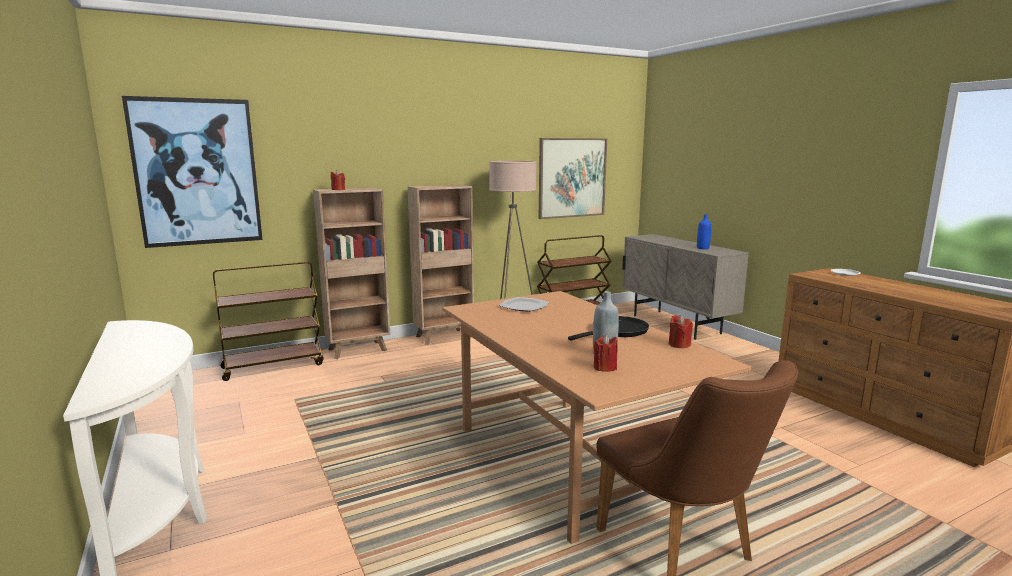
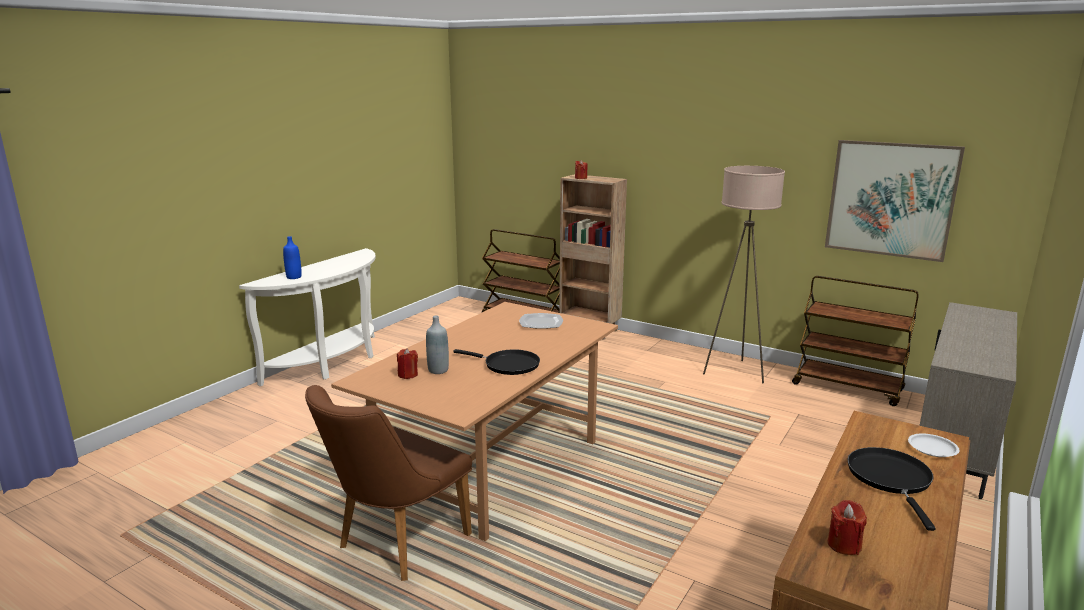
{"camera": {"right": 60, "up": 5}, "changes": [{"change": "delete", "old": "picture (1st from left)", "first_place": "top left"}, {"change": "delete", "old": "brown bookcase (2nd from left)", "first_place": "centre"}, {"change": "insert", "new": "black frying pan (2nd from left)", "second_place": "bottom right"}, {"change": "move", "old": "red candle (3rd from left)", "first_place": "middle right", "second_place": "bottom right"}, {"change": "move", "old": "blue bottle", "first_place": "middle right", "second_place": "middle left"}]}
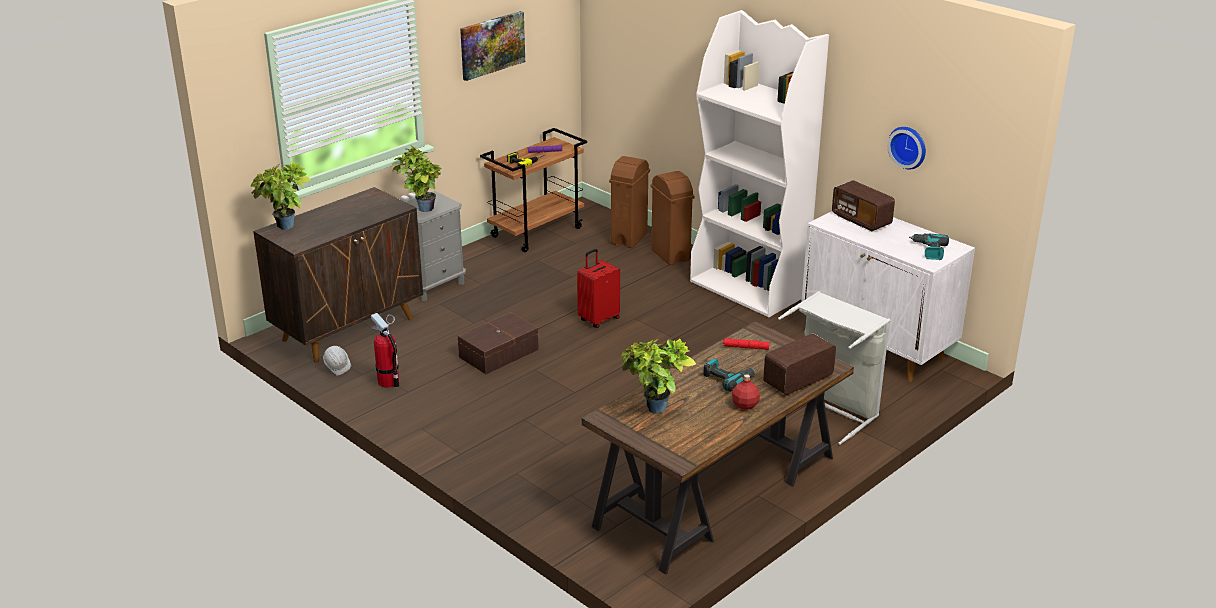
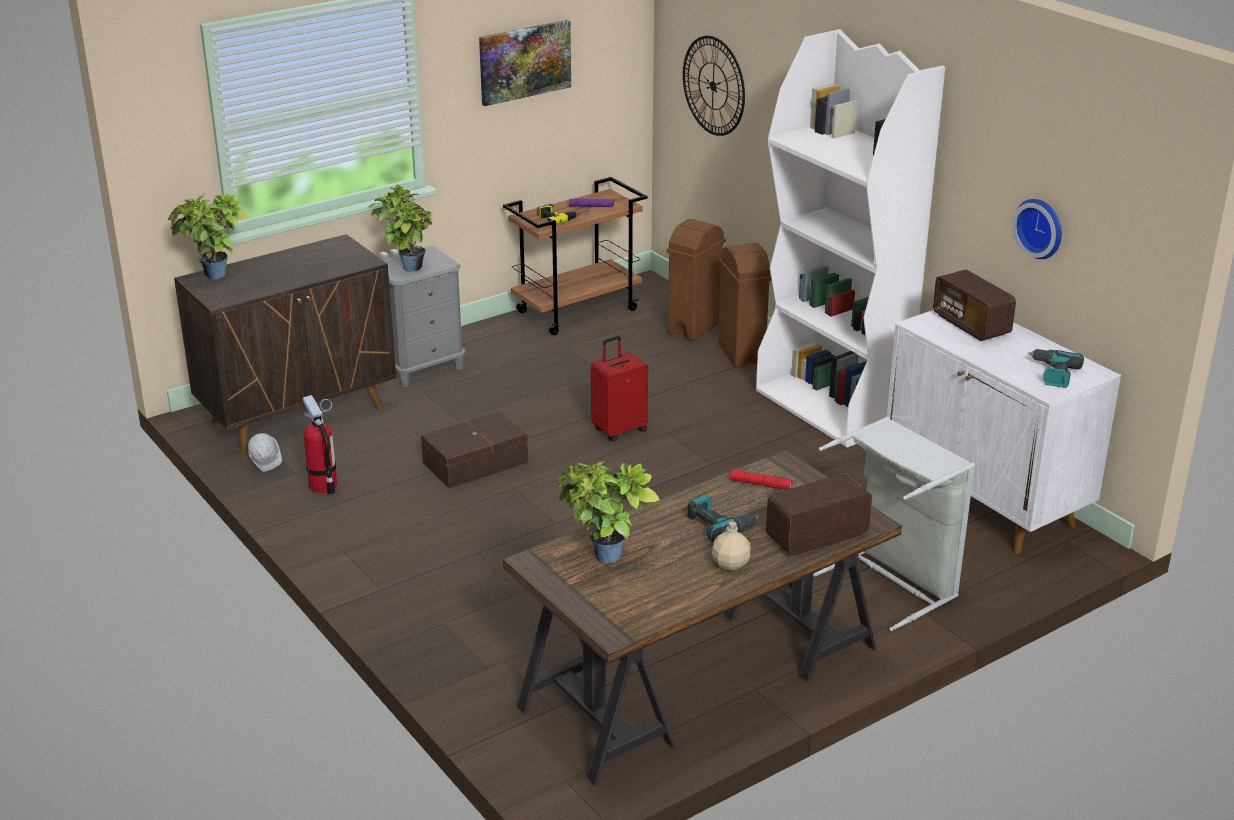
{"camera": {"right": 10, "up": 0}, "changes": [{"change": "insert", "new": "wall clock (1st from left)", "second_place": "top centre"}, {"change": "recolor", "old": "red bottle", "new": "beige bottle", "first_place": "centre", "second_place": "centre"}]}
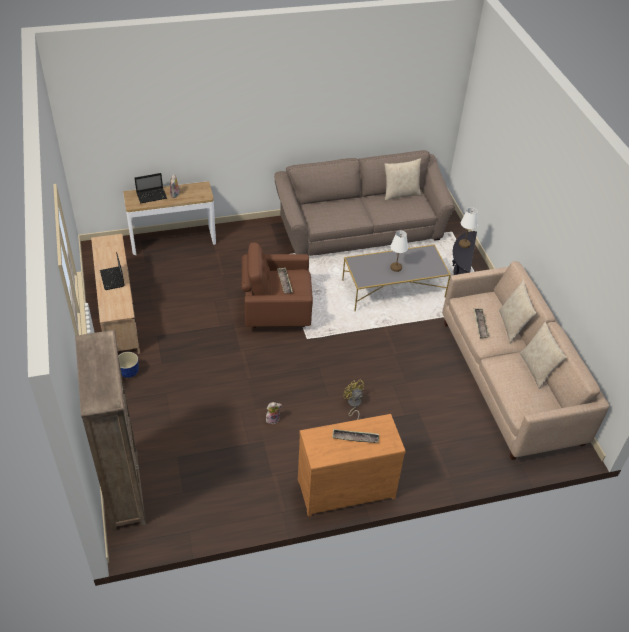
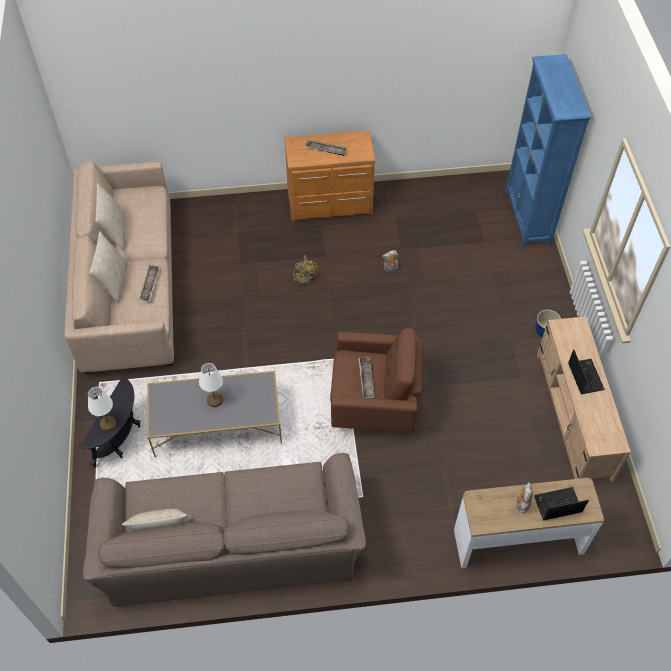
{"camera": {"right": -170, "up": 10}, "changes": [{"change": "recolor", "old": "brown bookcase", "new": "blue bookcase", "first_place": "bottom left", "second_place": "top right"}]}
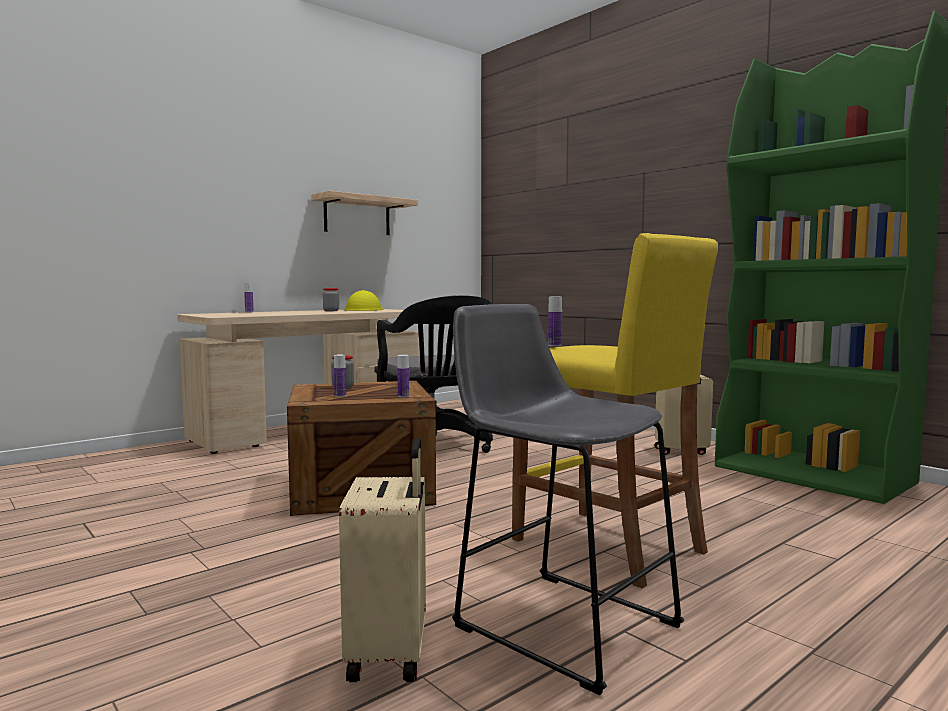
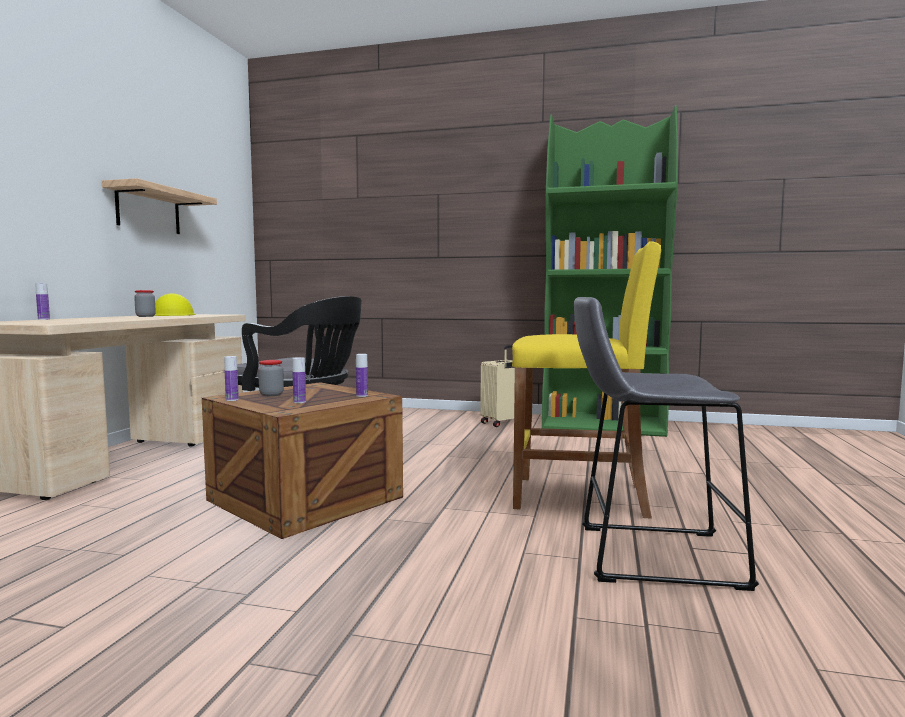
{"camera": {"right": -35, "up": 0}, "changes": [{"change": "delete", "old": "beige suitcase (1st from left)", "first_place": "bottom centre"}, {"change": "move", "old": "bottle (4th from left in the first image)", "new": "bottle (2nd from left)", "first_place": "centre", "second_place": "middle left"}]}
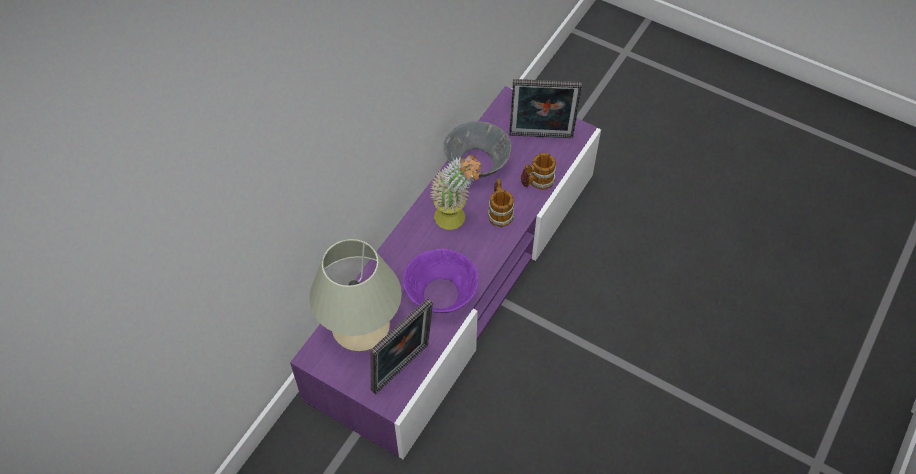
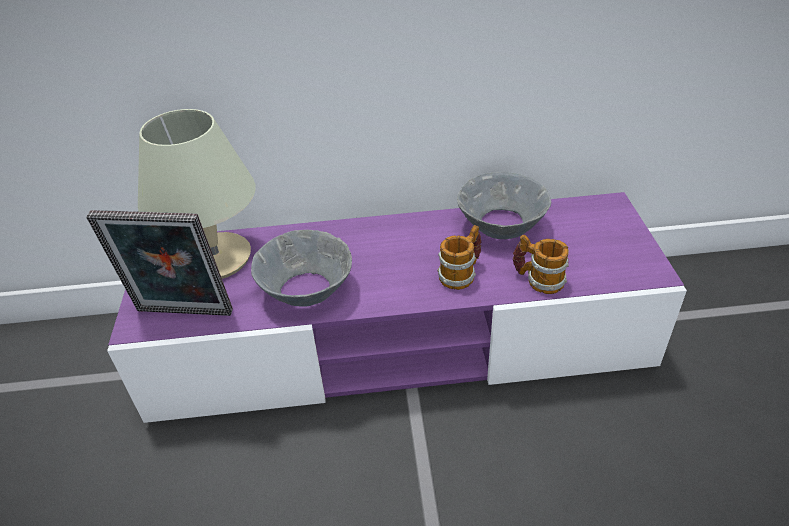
{"camera": {"right": 55, "up": -15}, "changes": [{"change": "delete", "old": "potted plant", "first_place": "centre"}, {"change": "delete", "old": "picture frame (2nd from left)", "first_place": "top centre"}, {"change": "recolor", "old": "purple bowl", "new": "grey bowl (1st from left)", "first_place": "centre", "second_place": "centre"}]}
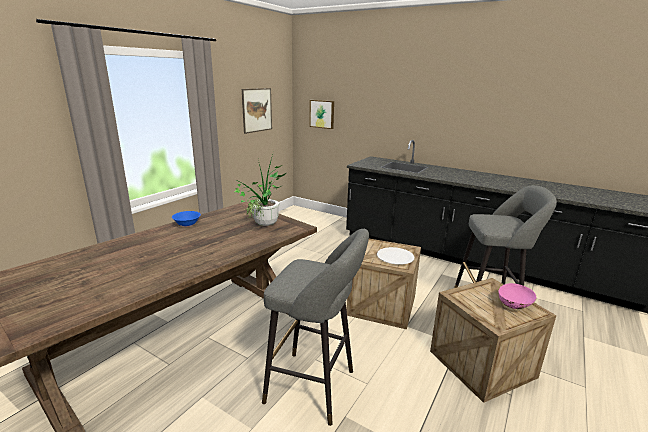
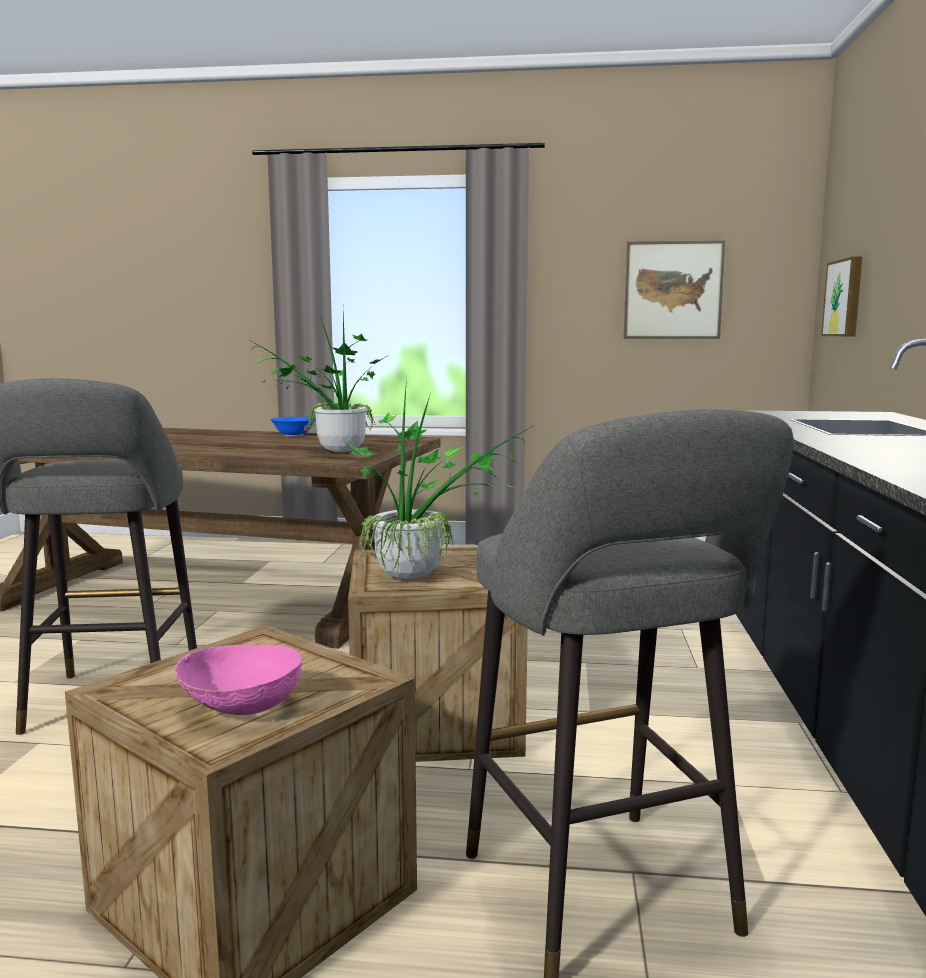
{"camera": {"right": 65, "up": -10}, "changes": [{"change": "replace", "old": "white plate", "new": "potted plant (2nd from left)", "first_place": "centre", "second_place": "centre"}]}
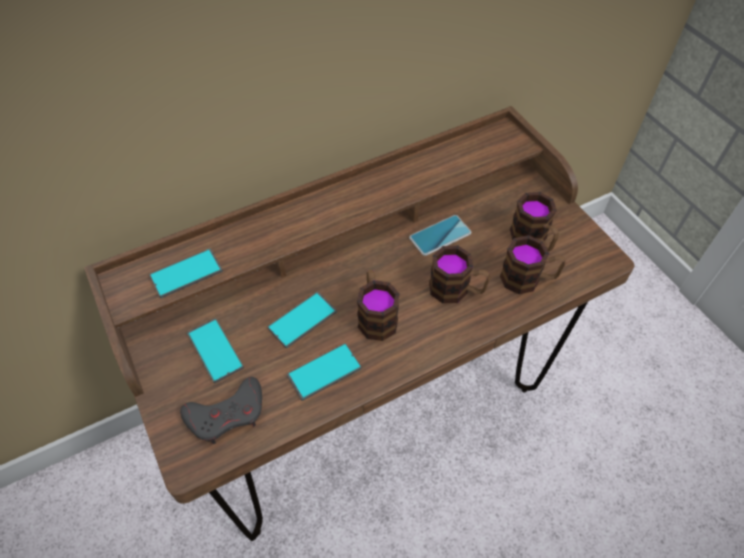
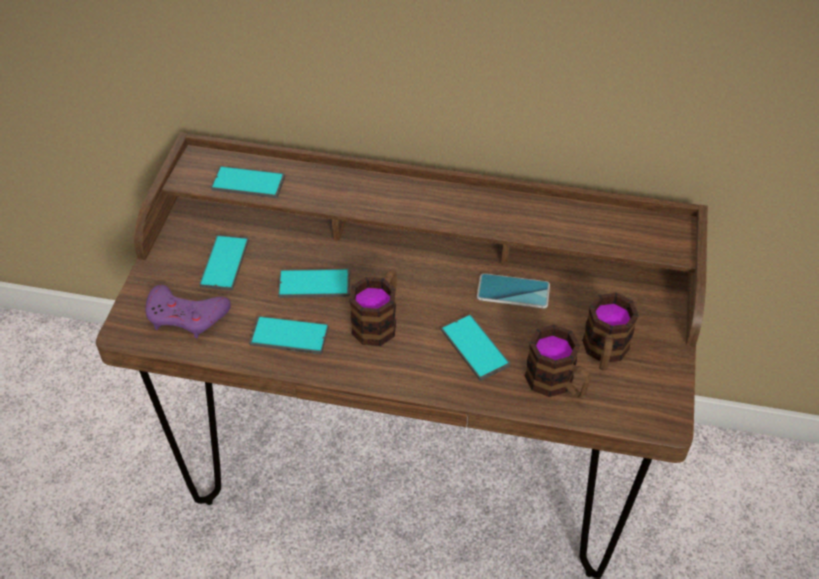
{"camera": {"right": 40, "up": -5}, "changes": [{"change": "replace", "old": "mug (2nd from left)", "new": "phone (5th from left)", "first_place": "centre", "second_place": "centre"}, {"change": "recolor", "old": "grey game controller", "new": "purple game controller", "first_place": "bottom left", "second_place": "middle left"}]}
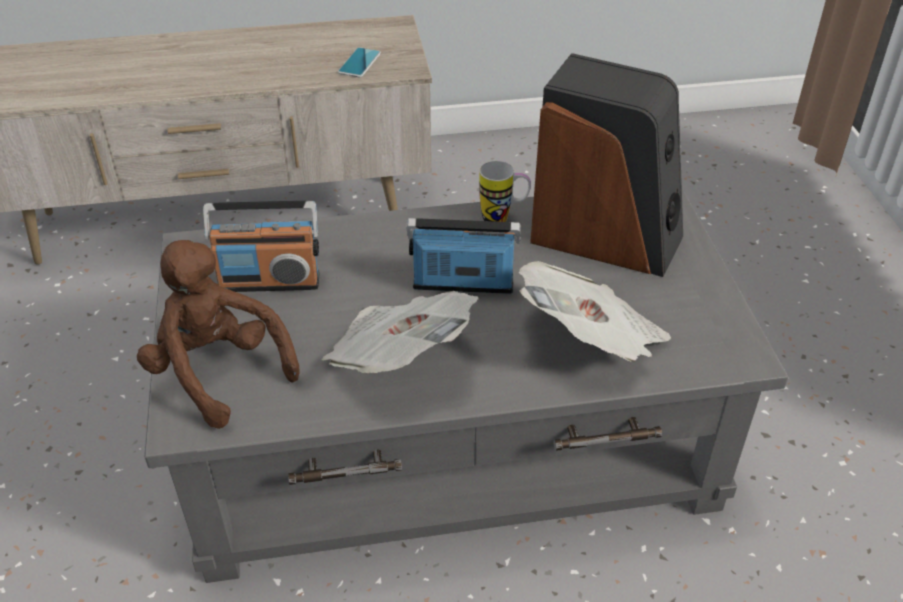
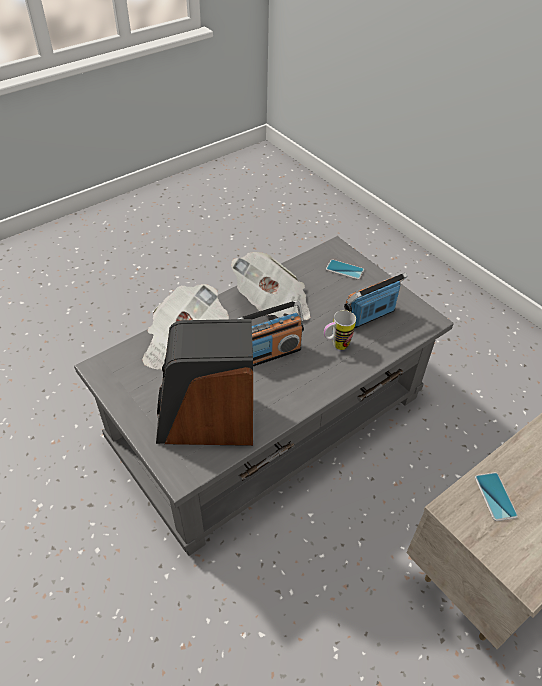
{"camera": {"right": 150, "up": 5}, "changes": [{"change": "move", "old": "mug", "first_place": "top centre", "second_place": "centre"}, {"change": "replace", "old": "brown plush toy", "new": "phone (1st from left)", "first_place": "middle left", "second_place": "centre"}]}
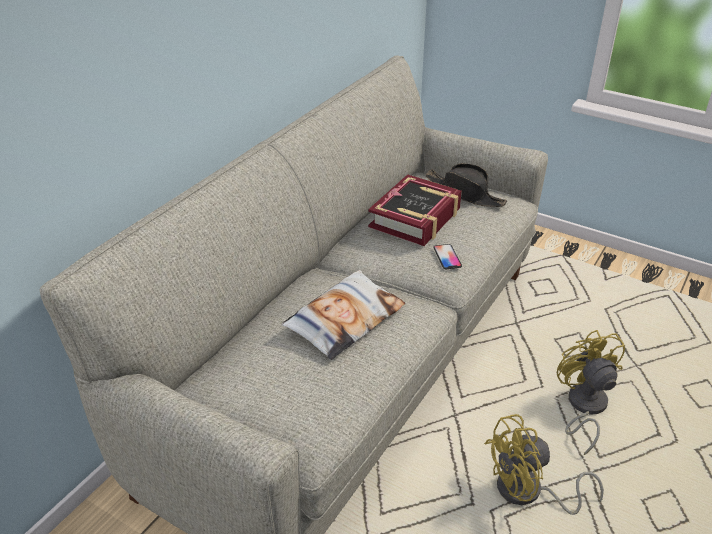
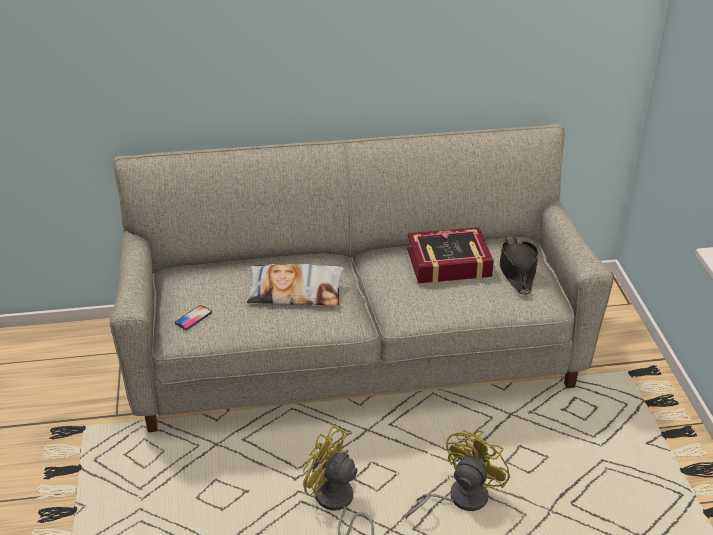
{"camera": {"right": 50, "up": 0}, "changes": [{"change": "move", "old": "phone", "first_place": "centre", "second_place": "middle left"}]}
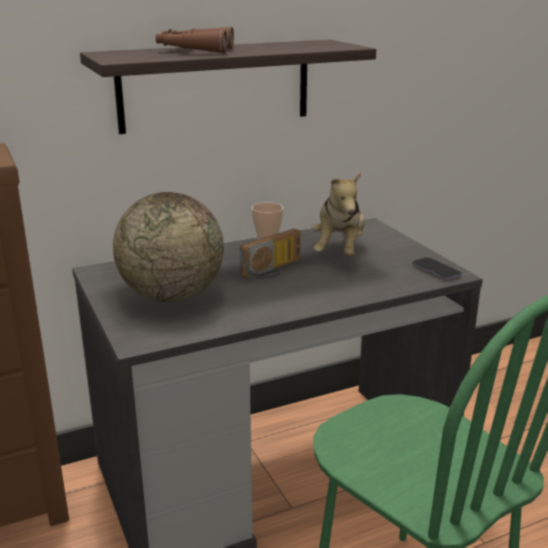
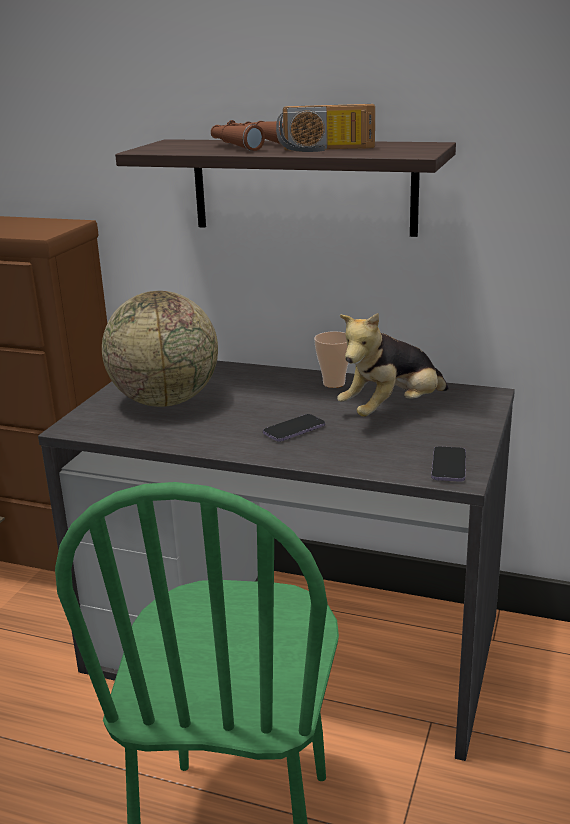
{"camera": {"right": 45, "up": 0}, "changes": [{"change": "insert", "new": "phone (1st from left)", "second_place": "centre"}, {"change": "move", "old": "radio", "first_place": "centre", "second_place": "top centre"}]}
